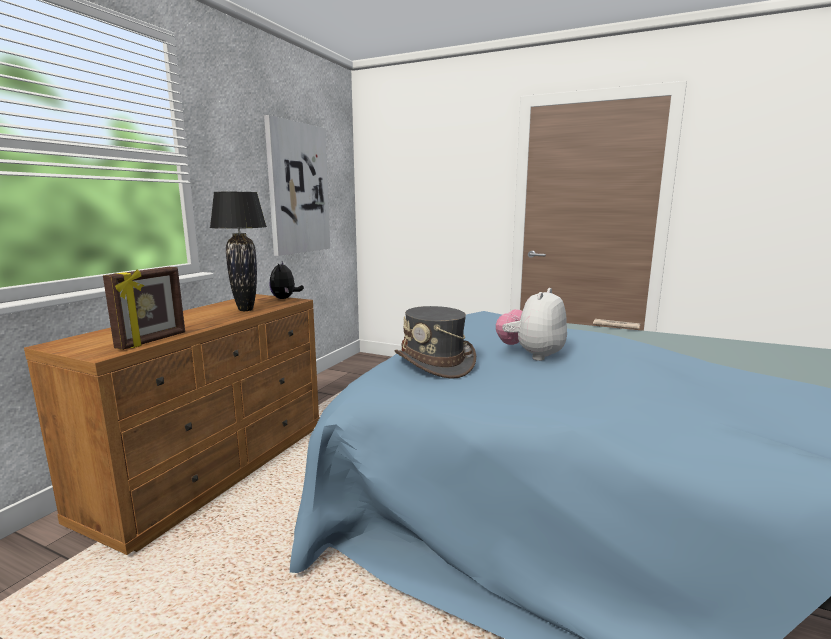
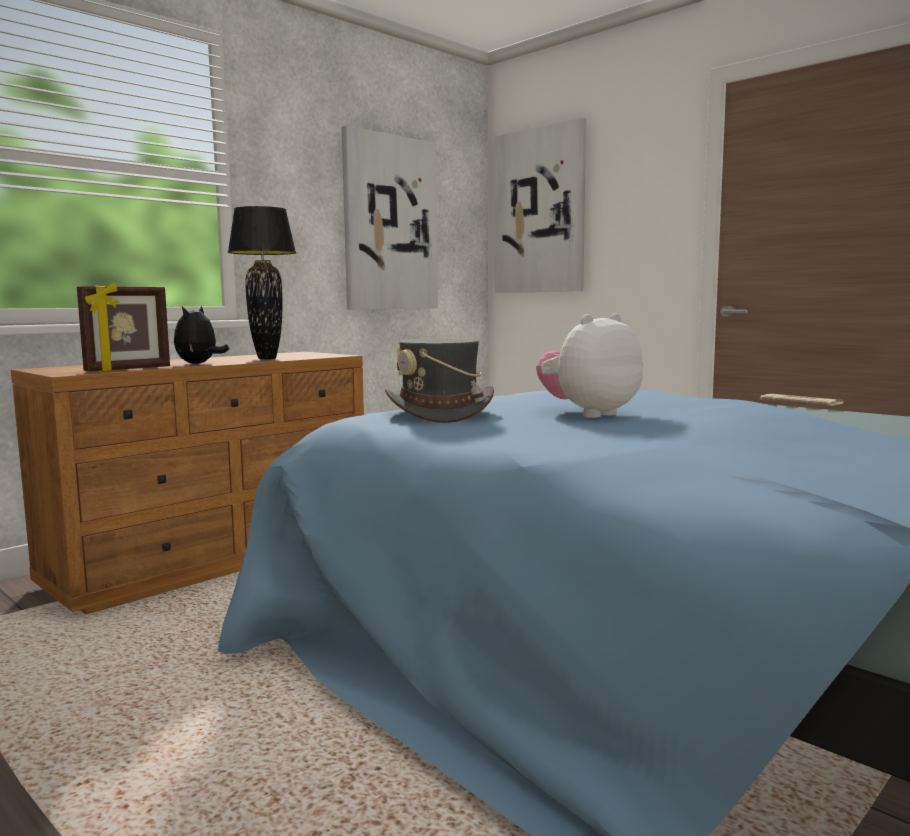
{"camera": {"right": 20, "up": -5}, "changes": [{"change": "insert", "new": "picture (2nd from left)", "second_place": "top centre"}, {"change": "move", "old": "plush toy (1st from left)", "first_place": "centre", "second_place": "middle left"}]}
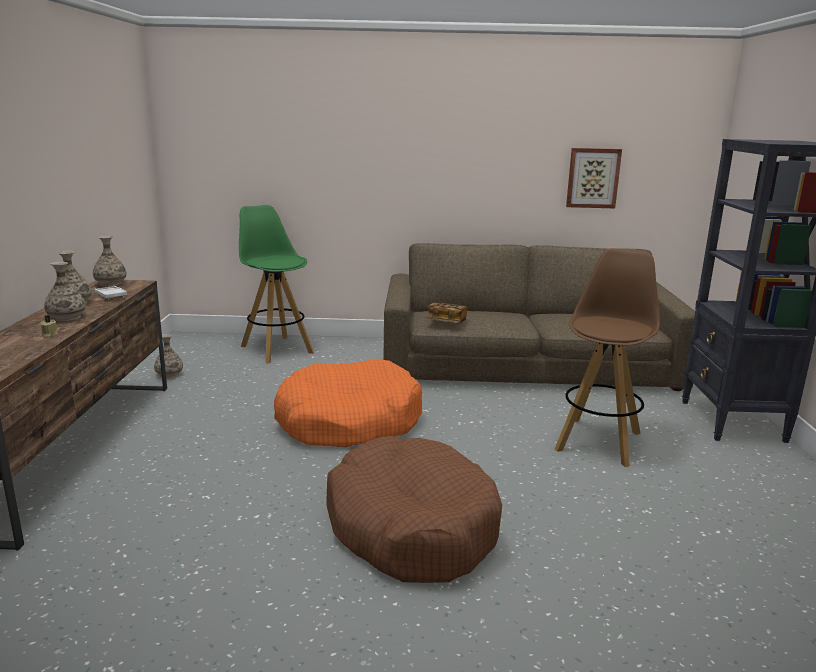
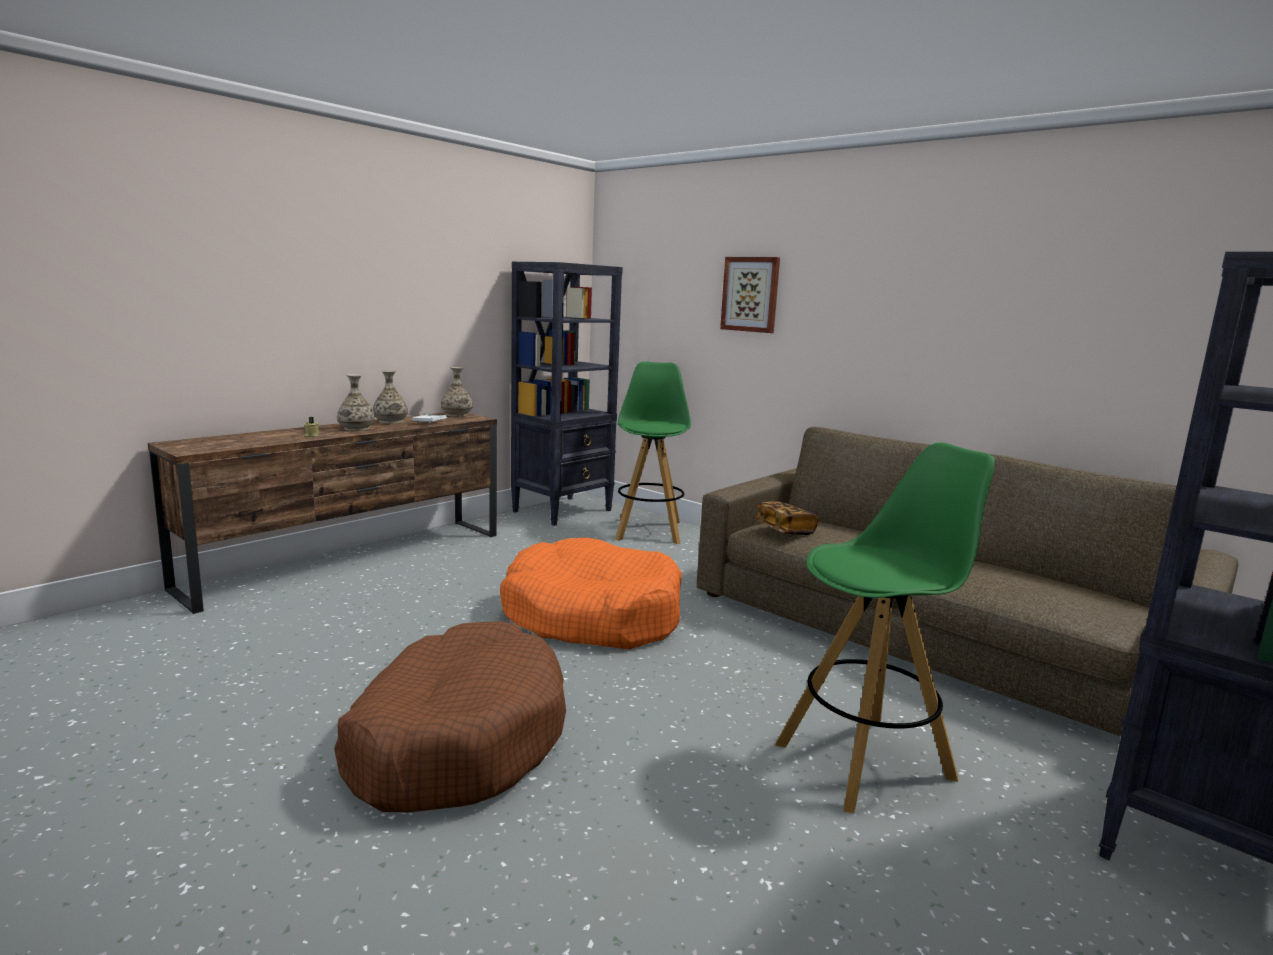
{"camera": {"right": 40, "up": -5}, "changes": [{"change": "delete", "old": "vase (4th from left)", "first_place": "middle left"}, {"change": "insert", "new": "black bookcase (1st from left)", "second_place": "centre"}, {"change": "move", "old": "picture", "first_place": "top right", "second_place": "top centre"}, {"change": "recolor", "old": "brown stool", "new": "green stool (2nd from left)", "first_place": "middle right", "second_place": "middle right"}]}
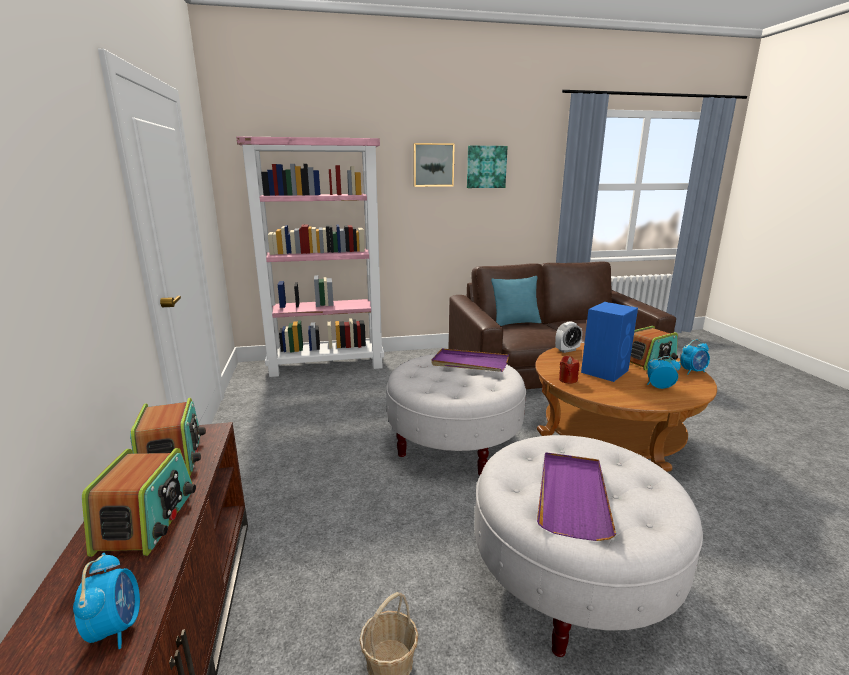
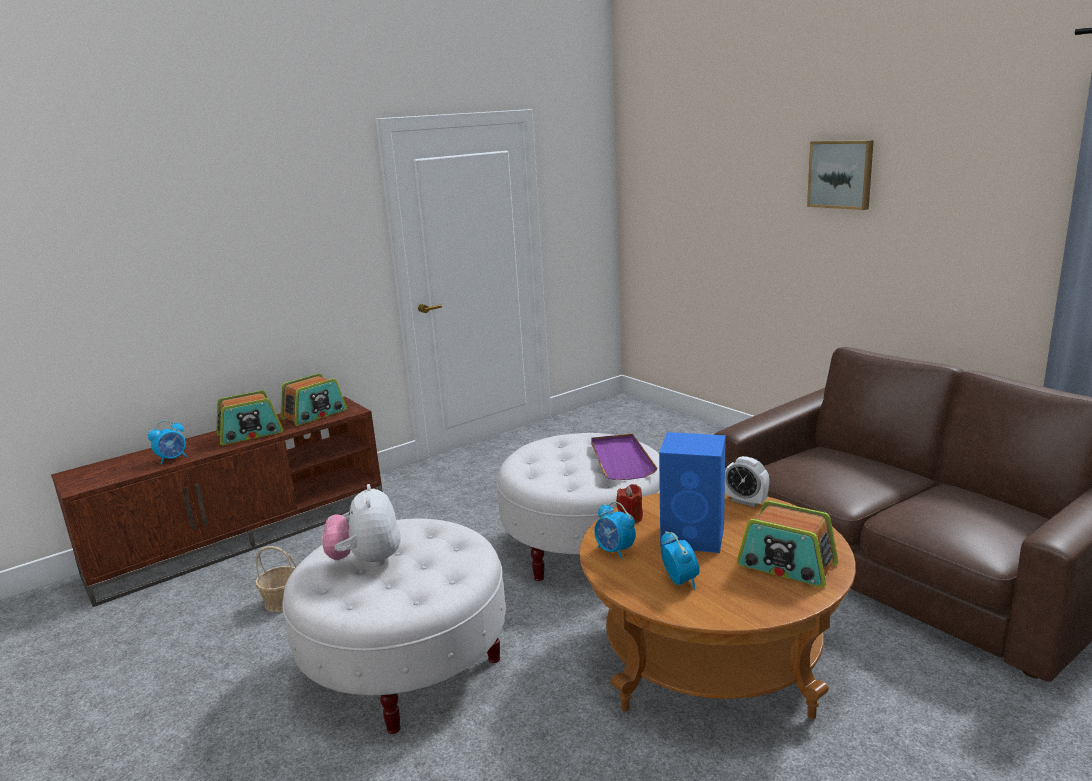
{"camera": {"right": 65, "up": 0}, "changes": [{"change": "delete", "old": "pink bookcase", "first_place": "centre"}, {"change": "delete", "old": "picture (2nd from left)", "first_place": "top centre"}, {"change": "delete", "old": "turquoise pillow", "first_place": "centre"}, {"change": "move", "old": "alarm clock (4th from left in the first image)", "new": "alarm clock (2nd from left)", "first_place": "middle right", "second_place": "bottom centre"}, {"change": "replace", "old": "purple tray (2nd from left)", "new": "plush toy", "first_place": "bottom right", "second_place": "bottom left"}]}
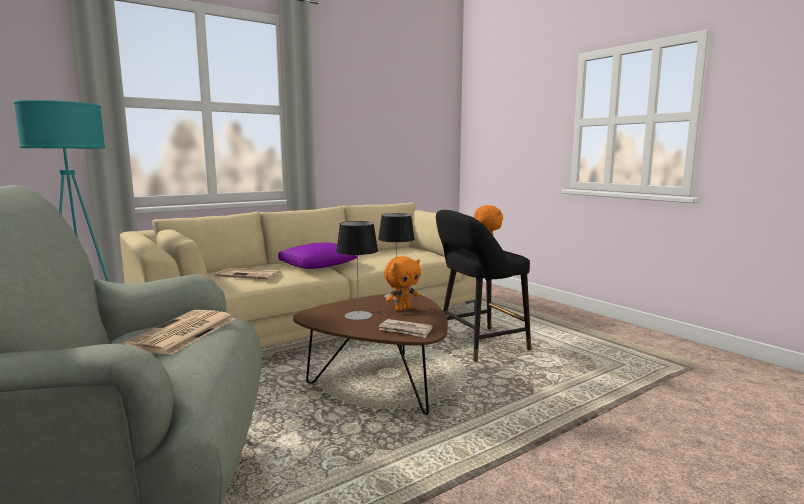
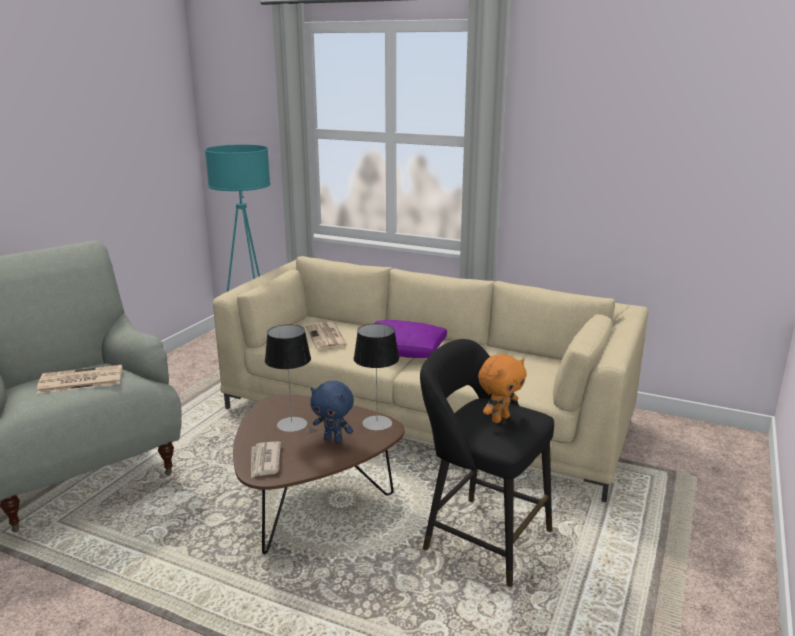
{"camera": {"right": 60, "up": 10}, "changes": [{"change": "recolor", "old": "orange plush toy (1st from left)", "new": "blue plush toy", "first_place": "centre", "second_place": "centre"}]}
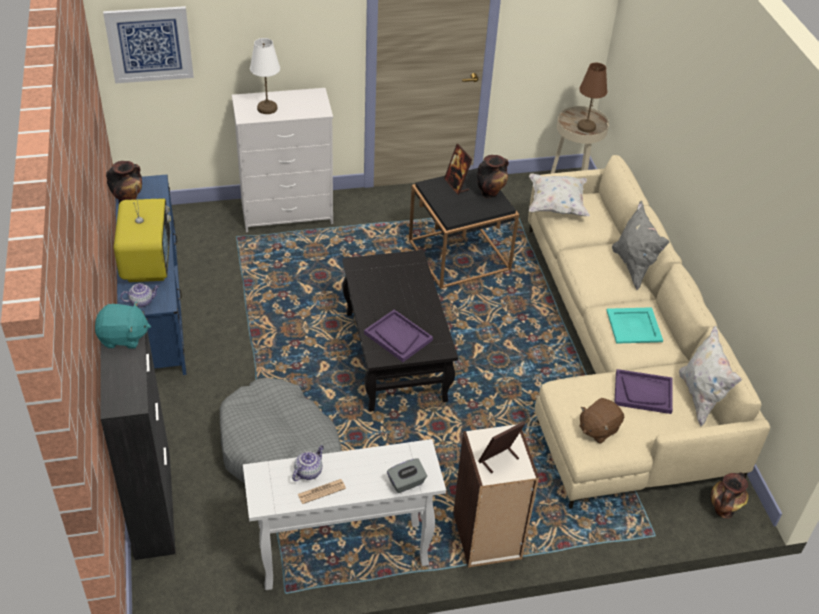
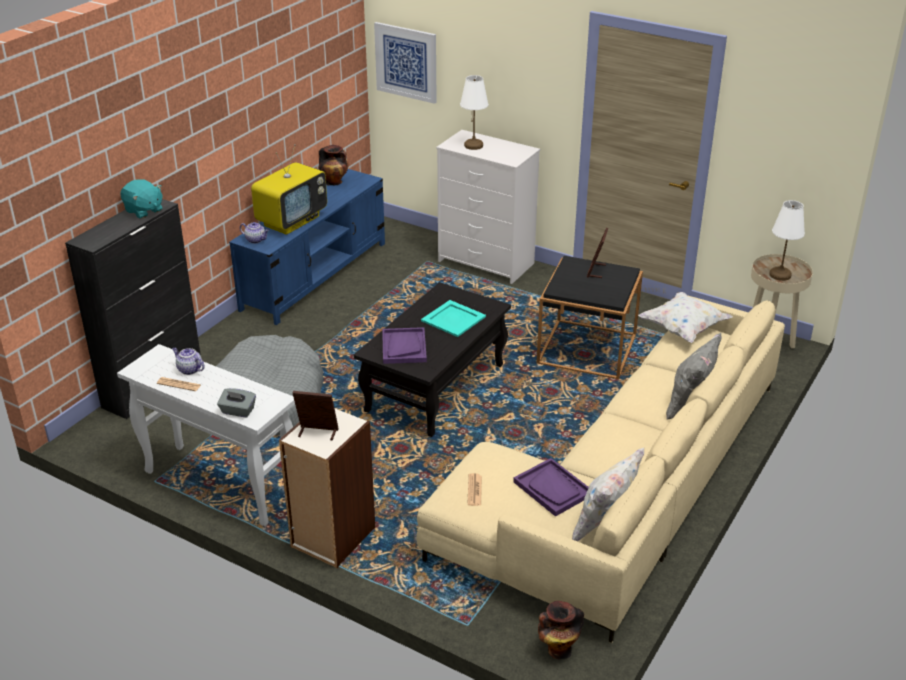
{"camera": {"right": 45, "up": -10}, "changes": [{"change": "delete", "old": "vase (2nd from left)", "first_place": "top centre"}, {"change": "move", "old": "turquoise tray", "first_place": "middle right", "second_place": "centre"}, {"change": "replace", "old": "brown plush toy", "new": "newspaper (2nd from left)", "first_place": "bottom right", "second_place": "bottom centre"}, {"change": "recolor", "old": "brown table lamp", "new": "white table lamp (2nd from left)", "first_place": "top right", "second_place": "middle right"}, {"change": "rotate", "old": "teapot (2nd from left in the first image)", "first_place": "bottom centre", "second_place": "middle left", "degrees": -135}]}
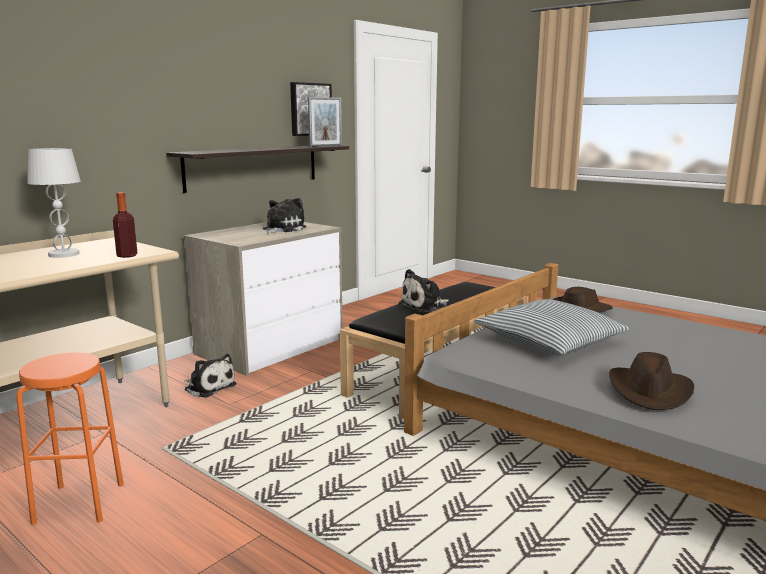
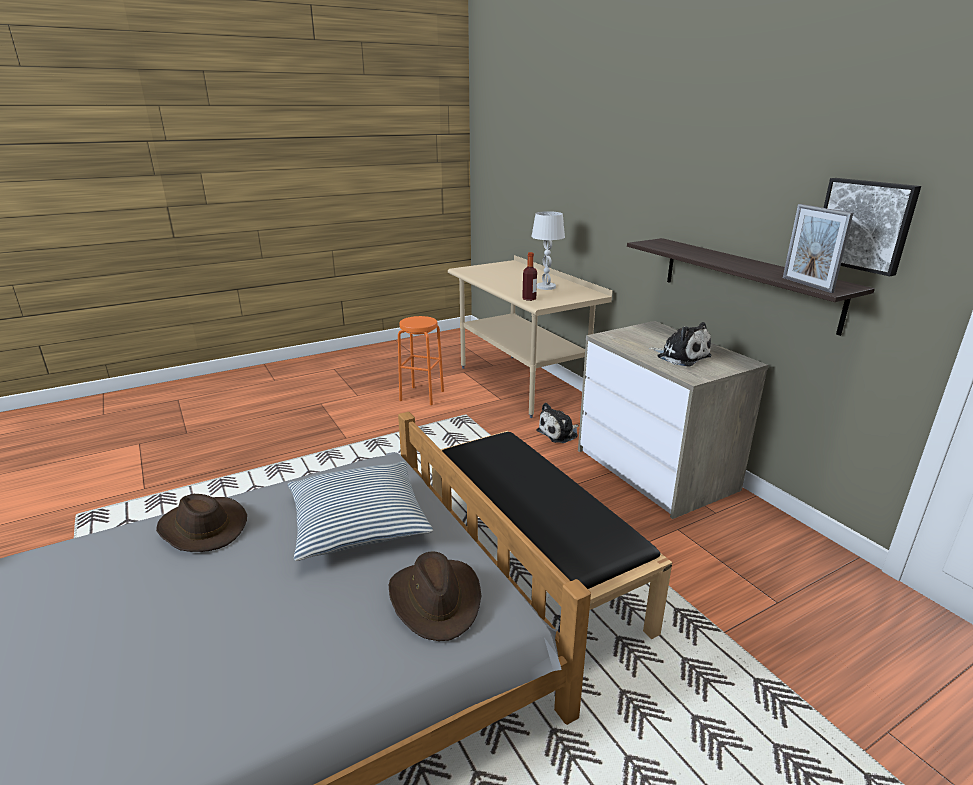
{"camera": {"right": 110, "up": 10}, "changes": [{"change": "delete", "old": "plush toy (3rd from left)", "first_place": "centre"}]}
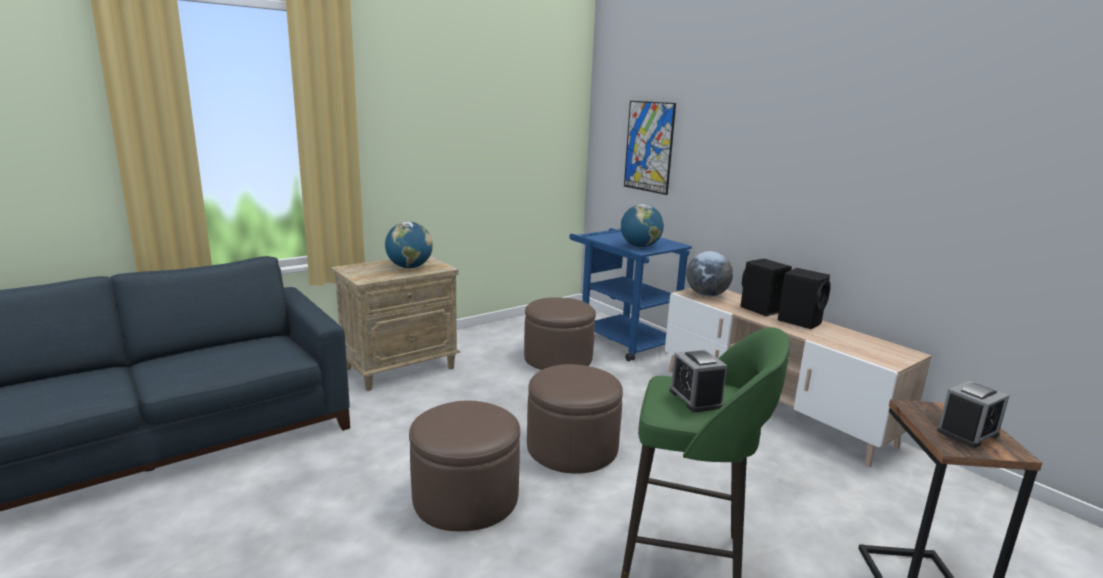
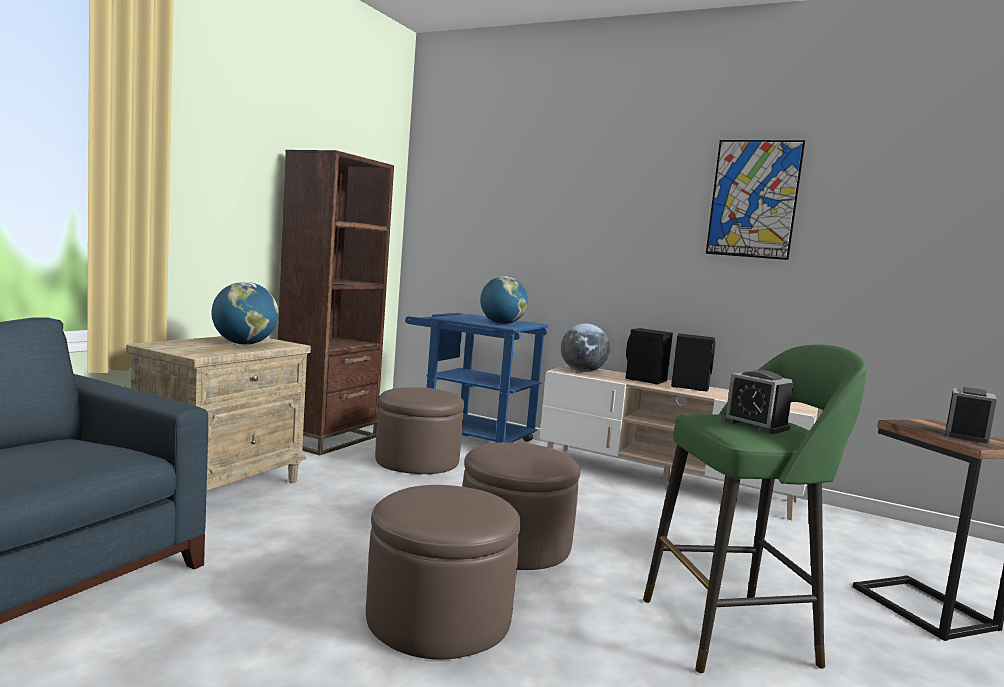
{"camera": {"right": -25, "up": -10}, "changes": [{"change": "insert", "new": "brown bookcase", "second_place": "centre"}, {"change": "move", "old": "picture", "first_place": "top centre", "second_place": "top right"}]}
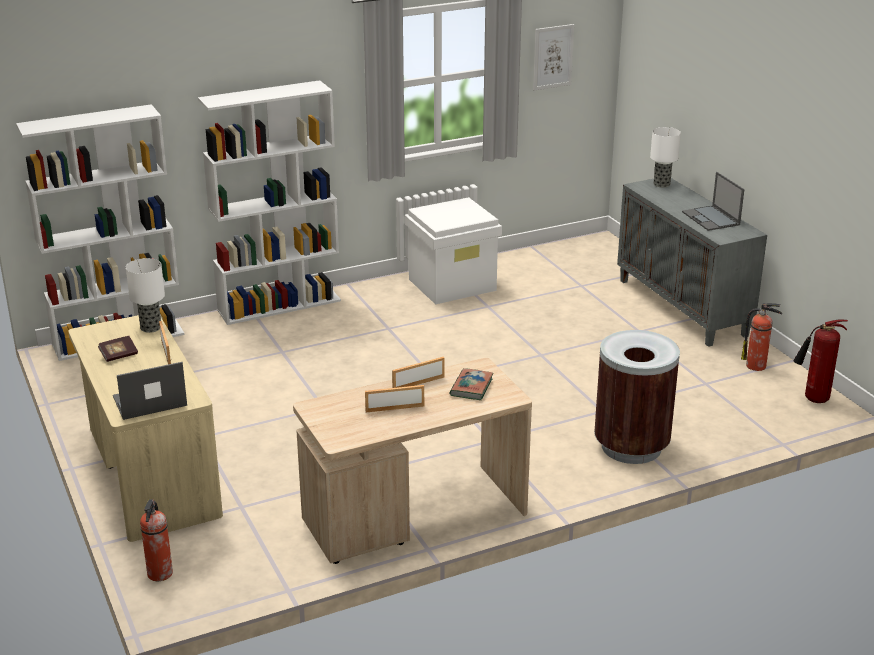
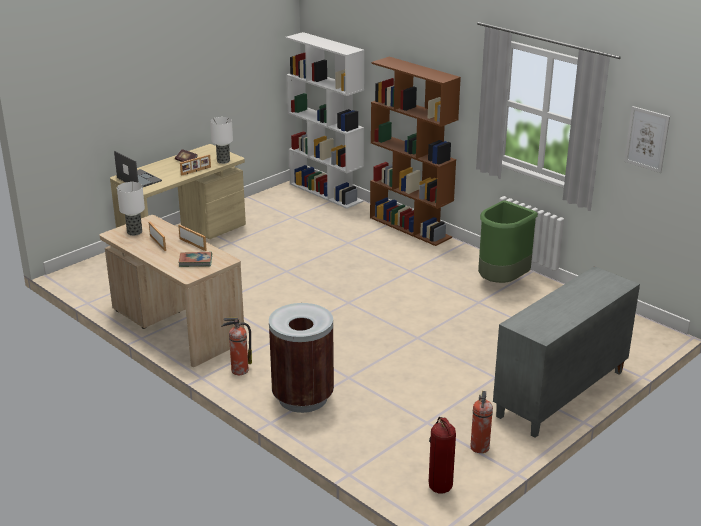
{"camera": {"right": 70, "up": 0}, "changes": [{"change": "delete", "old": "laptop (2nd from left)", "first_place": "top right"}, {"change": "move", "old": "fire extinguisher (1st from left)", "first_place": "bottom left", "second_place": "centre"}, {"change": "move", "old": "table lamp (2nd from left in the first image)", "new": "table lamp (1st from left)", "first_place": "top right", "second_place": "middle left"}, {"change": "replace", "old": "white storage box", "new": "green trash can", "first_place": "centre", "second_place": "middle right"}, {"change": "recolor", "old": "white bookcase (2nd from left)", "new": "brown bookcase", "first_place": "top left", "second_place": "top centre"}]}
